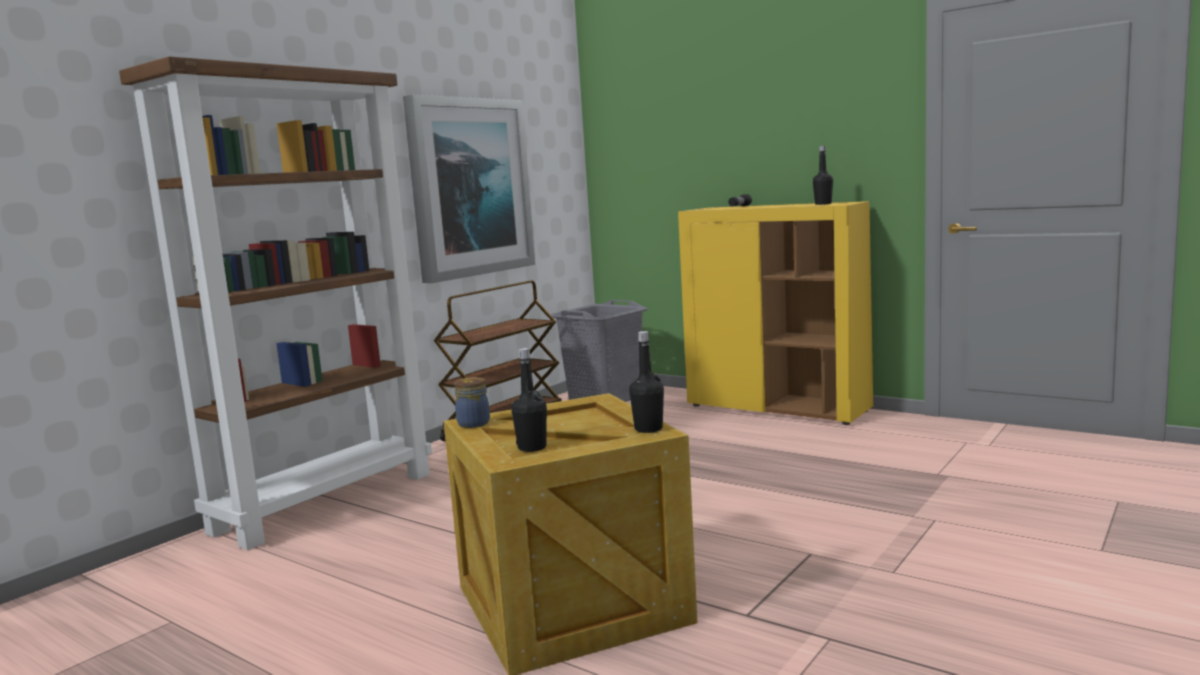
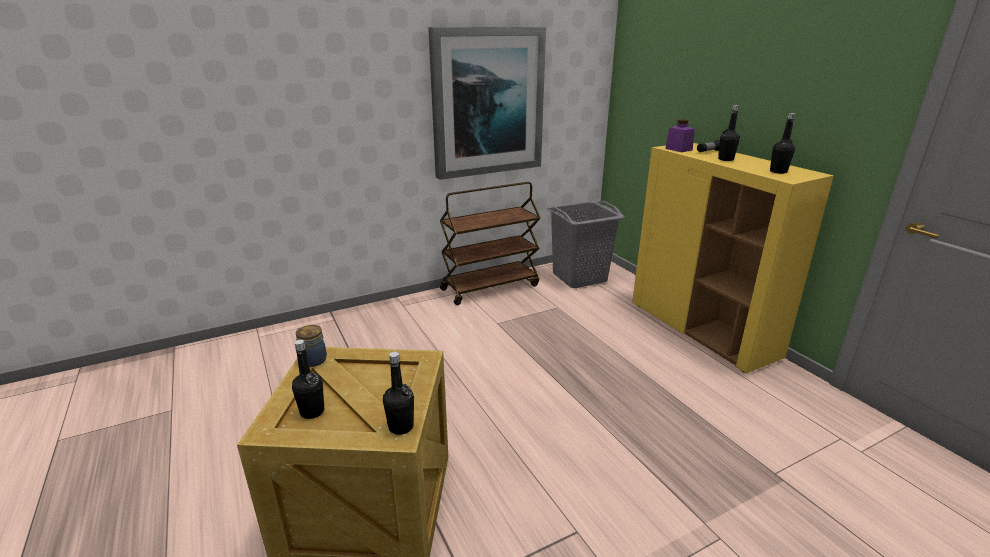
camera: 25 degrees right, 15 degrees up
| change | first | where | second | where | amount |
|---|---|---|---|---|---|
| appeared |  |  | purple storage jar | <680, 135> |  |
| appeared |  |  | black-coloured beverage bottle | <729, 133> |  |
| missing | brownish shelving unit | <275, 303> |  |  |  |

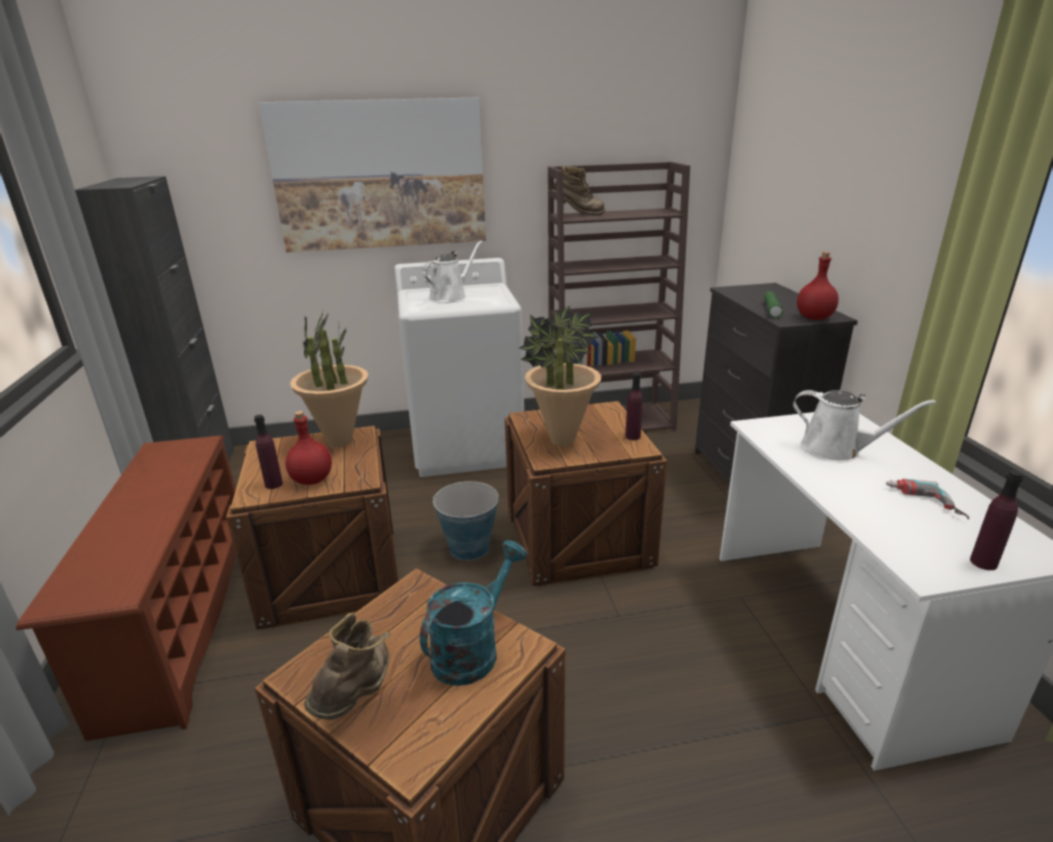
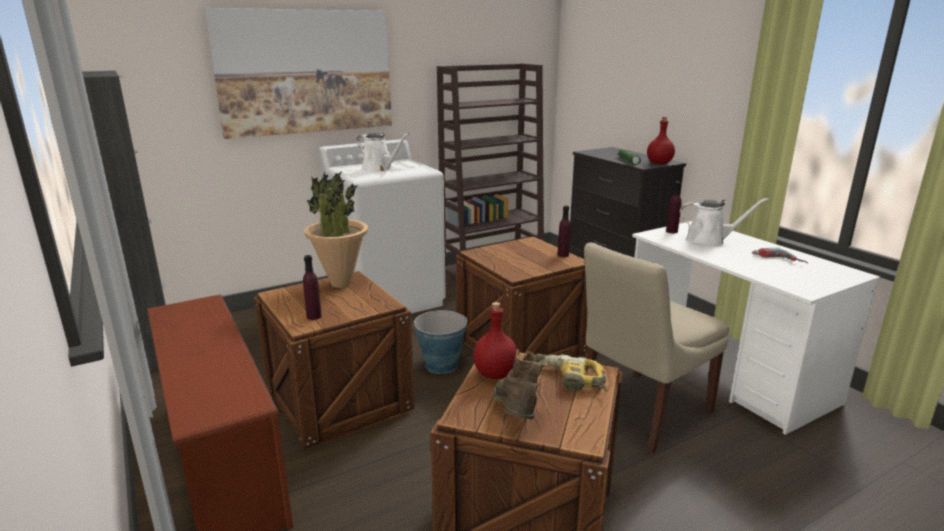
camera: 20 degrees left, 5 degrees down
| change | first | where | second | where | amount |
|---|---|---|---|---|---|
| spun | white watering pot | <452, 271> |  | <383, 152> | 105 degrees clockwise |
| relocated | red beverage bottle | <309, 448> |  | <495, 340> |  |
| exchanged | blue-green watering pot | <473, 613> | power drill | <571, 372> |  |
| appeared |  |  | sand-coloured upright chair | <656, 348> |  |
| relocated | purple beverage bottle | <996, 520> |  | <674, 207> |  |
| missing | potted plant | <560, 375> |  |  |  |
| missing | brownish high-top boot | <579, 191> |  |  |  |

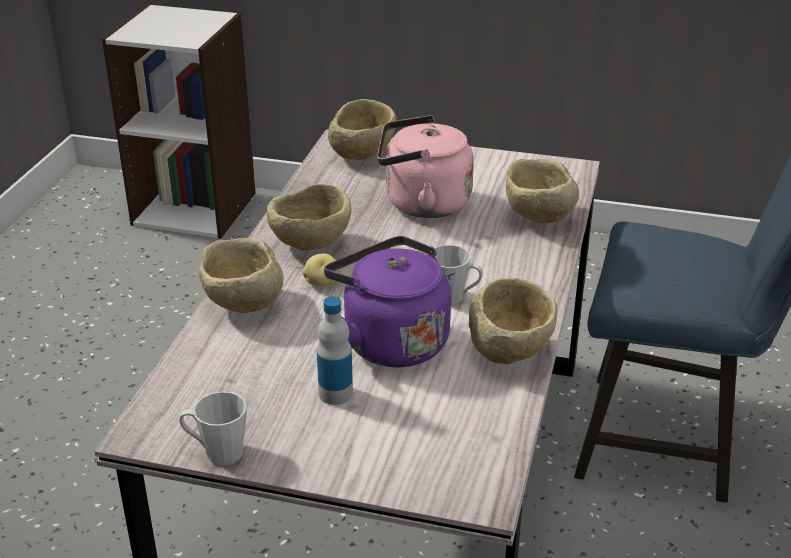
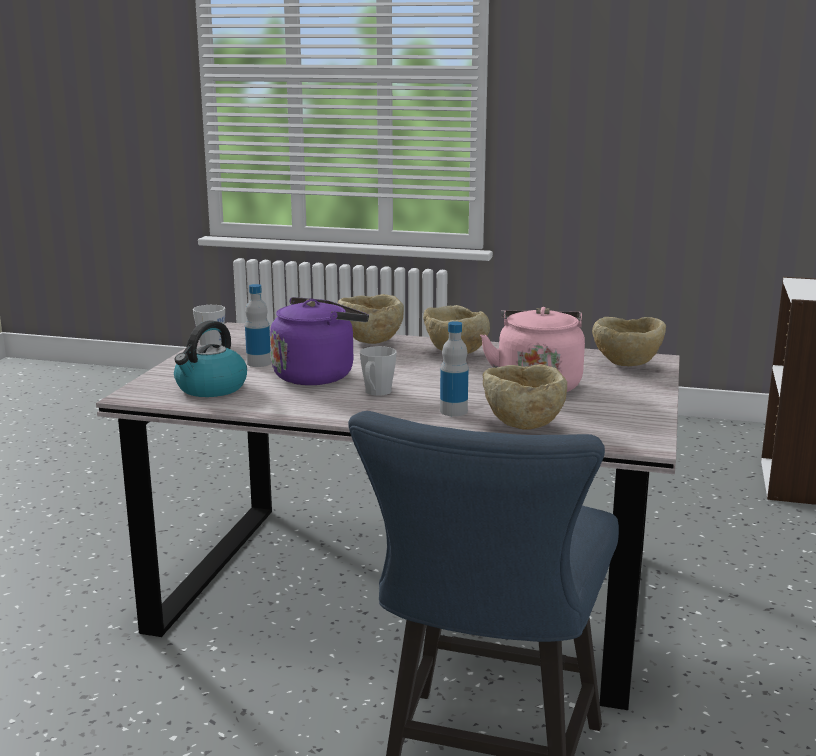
camera: 90 degrees right, 15 degrees down
| change | first | where | second | where | amount |
|---|---|---|---|---|---|
| appeared |  |  | kettle | <210, 359> |  |
| appeared |  |  | beverage bottle | <454, 368> |  |
| missing | spud | <322, 269> |  |  |  |
| missing | sand-coloured bowl | <513, 320> |  |  |  |

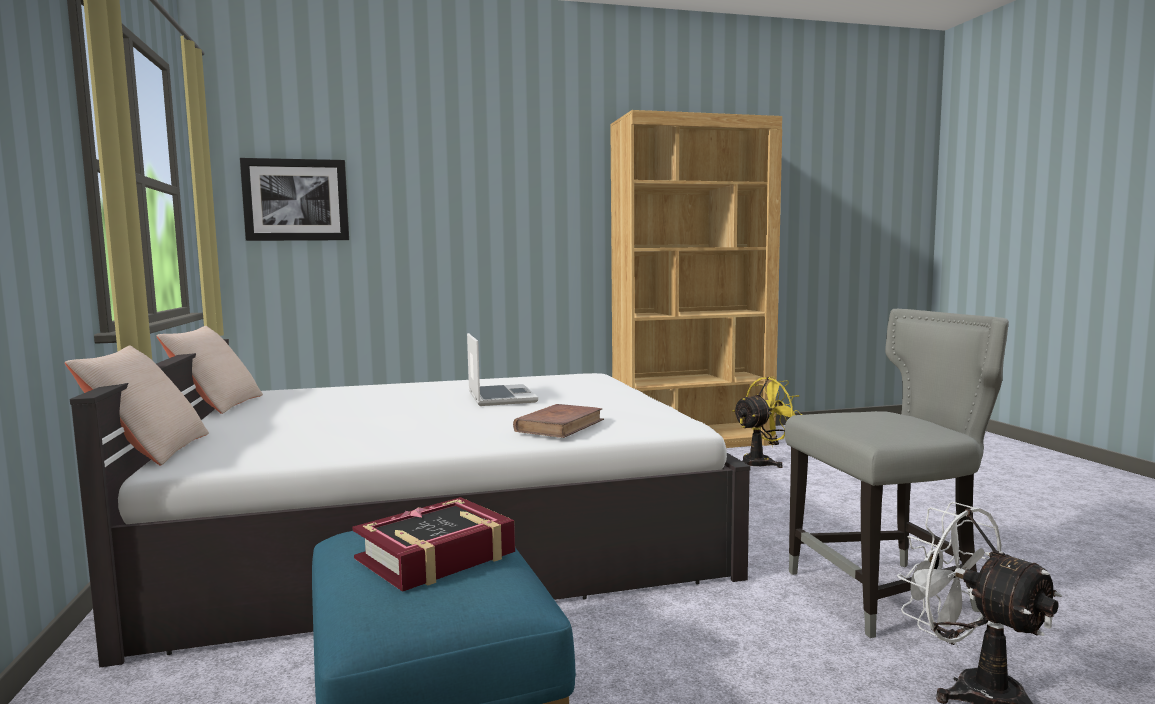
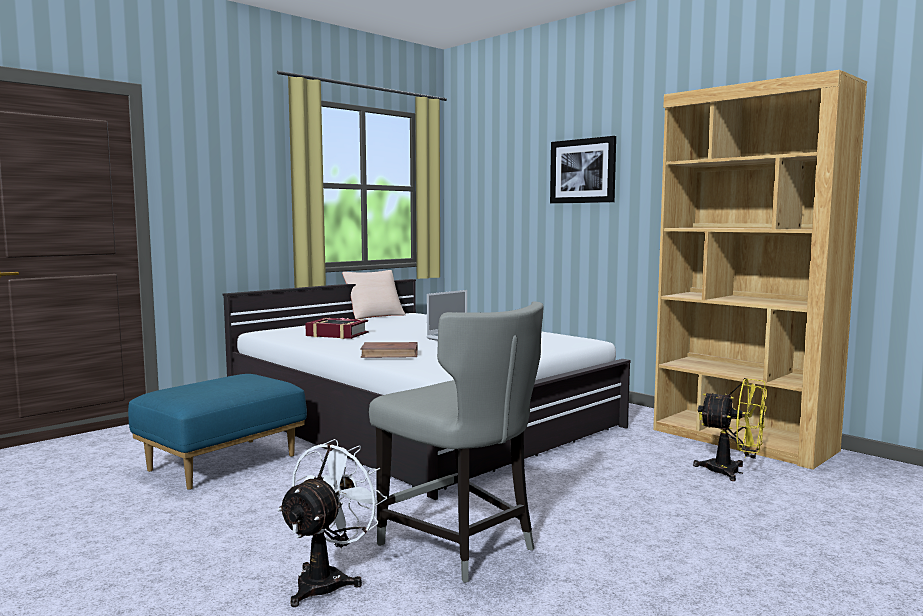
camera: 60 degrees right, 0 degrees up
| change | first | where | second | where | amount |
|---|---|---|---|---|---|
| relocated | bound book | <433, 544> |  | <337, 328> |  |
| relocated | wall picture | <294, 199> |  | <583, 170> |  |
| missing | sand-coloured pillow | <137, 405> |  |  |  |

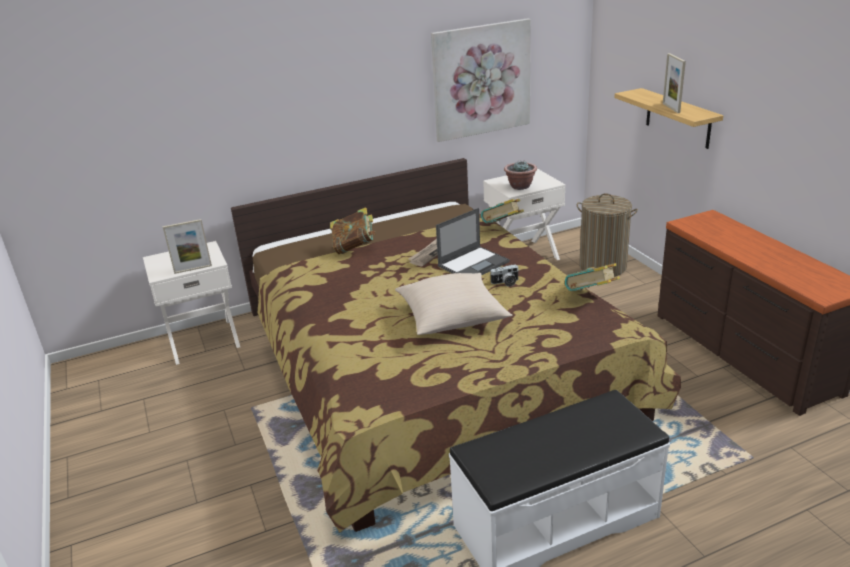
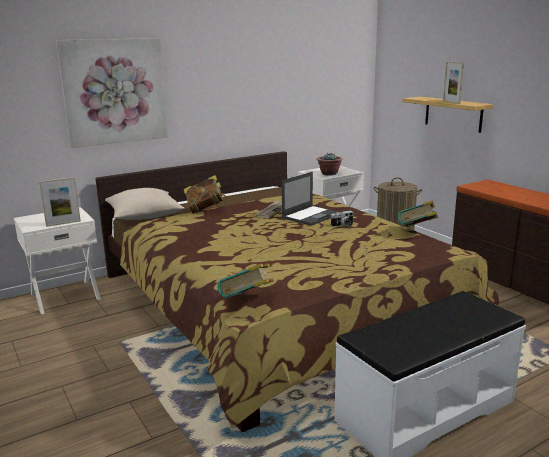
camera: 10 degrees left, 10 degrees down
| change | first | where | second | where | amount |
|---|---|---|---|---|---|
| relocated | wall picture | <481, 80> |  | <112, 93> |  |
| relocated | sand-coloured pillow | <454, 304> |  | <145, 204> |  |
| relocated | bound book | <502, 211> |  | <246, 281> |  |

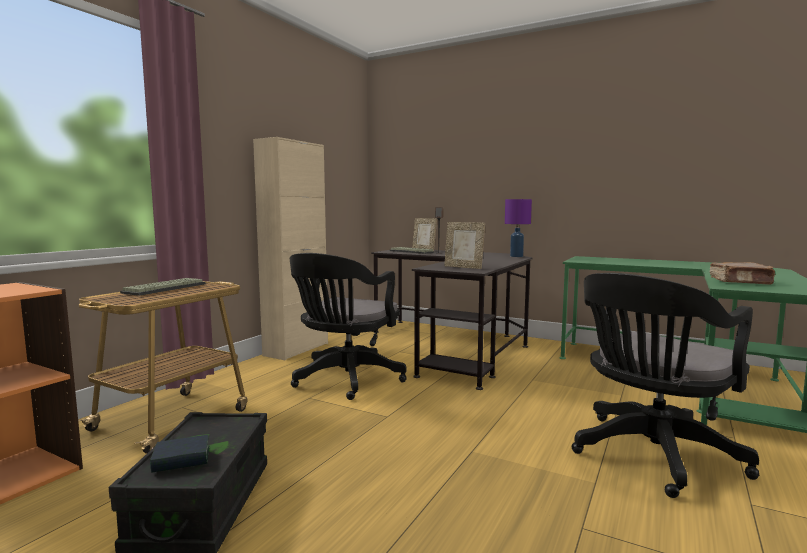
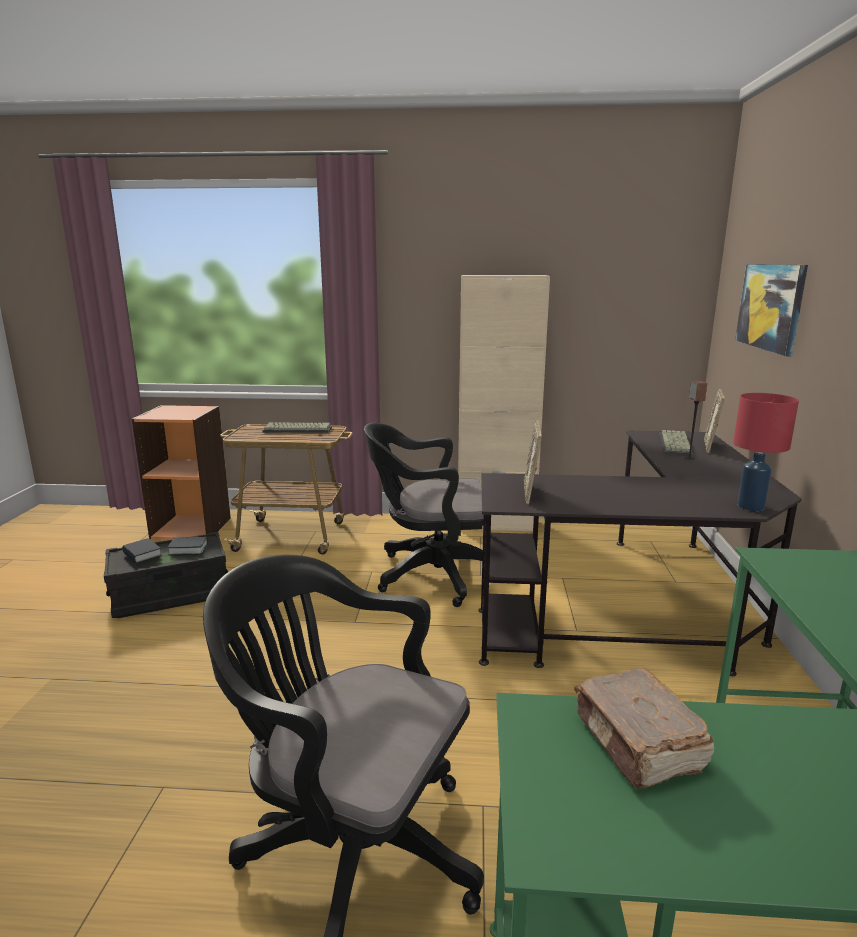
camera: 65 degrees right, 10 degrees up
| change | first | where | second | where | amount |
|---|---|---|---|---|---|
| appeared |  |  | bound book | <187, 546> |  |
| colour | purple lamp for a table | <518, 228> | red lamp for a table | <766, 452> |  |
| appeared |  |  | wall picture | <771, 310> |  |

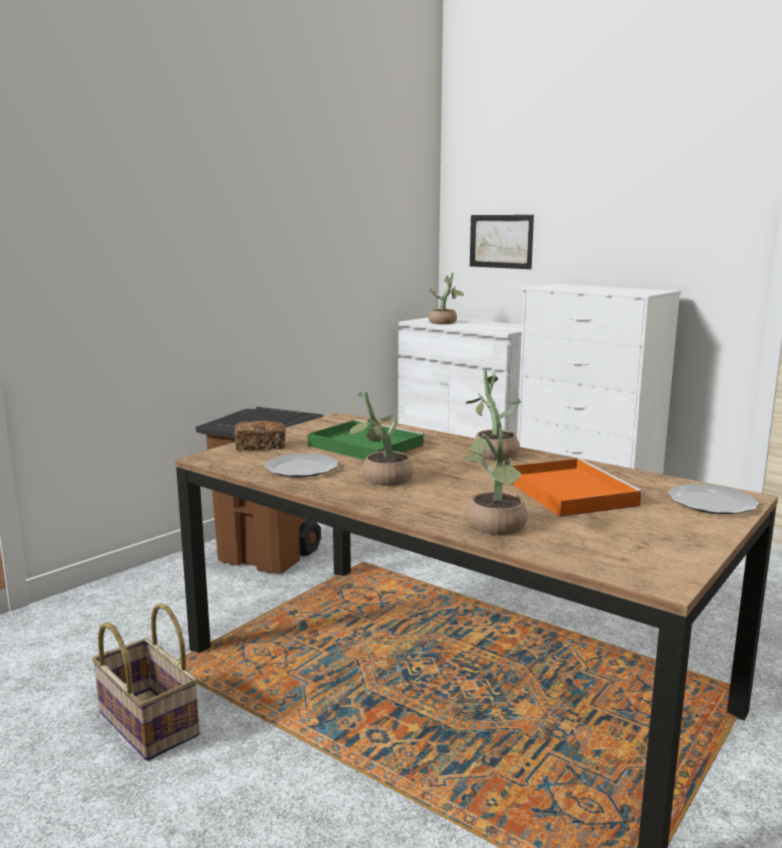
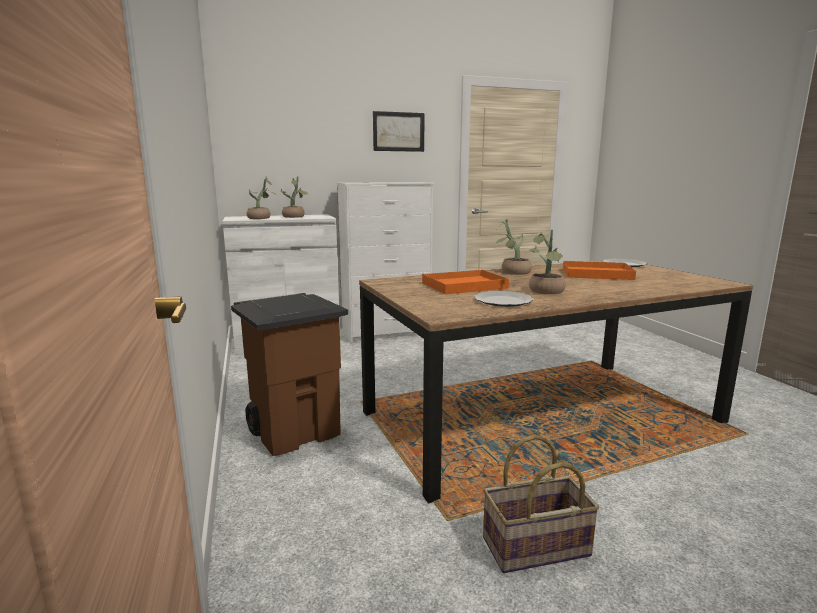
camera: 60 degrees left, 0 degrees up
| change | first | where | second | where | amount |
|---|---|---|---|---|---|
| relocated | potted plant | <496, 481> |  | <294, 197> |  |
| relocated | wall picture | <502, 242> |  | <399, 131> |  |
| colour | green serving tray | <366, 440> | orangey serving tray | <465, 282> |  |
| missing | baked bread | <260, 436> |  |  |  |

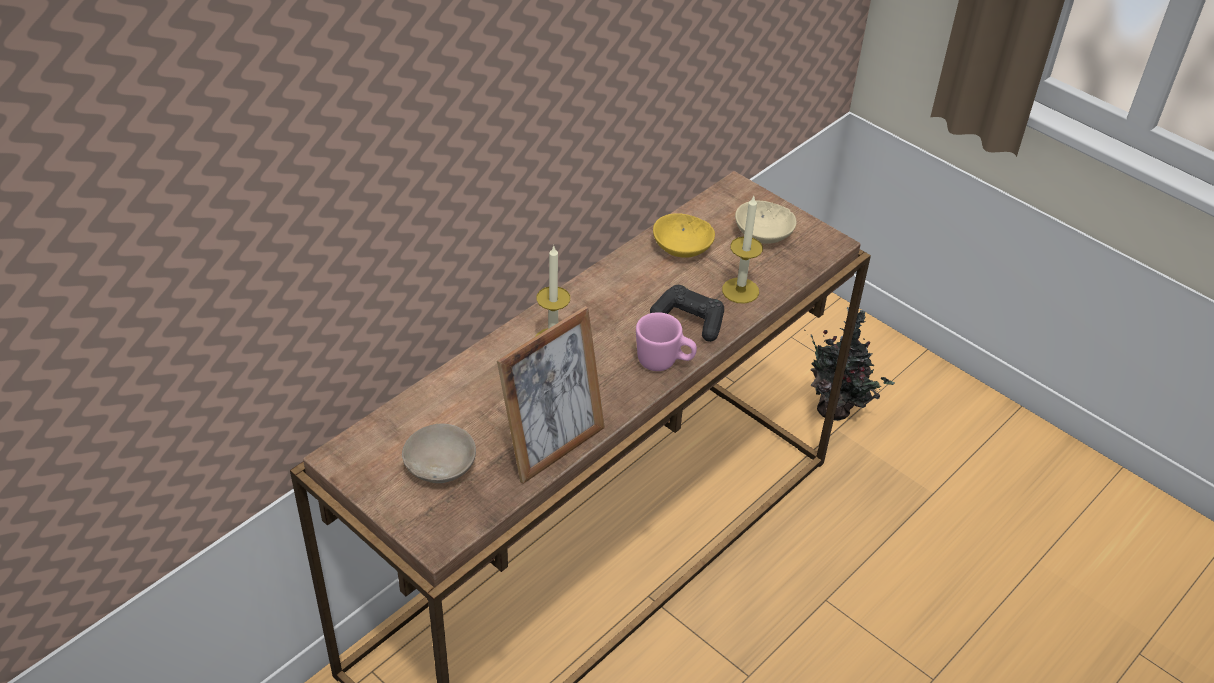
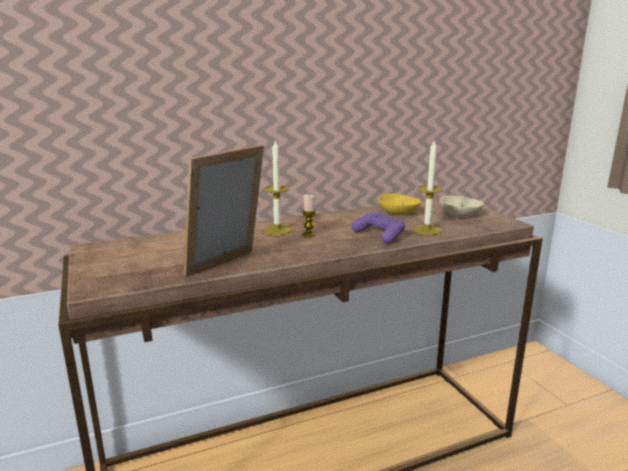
camera: 25 degrees right, 25 degrees down
| change | first | where | second | where | amount |
|---|---|---|---|---|---|
| spun | picture frame | <551, 395> |  | <224, 211> | 150 degrees clockwise |
| appeared |  |  | wax candle | <309, 215> |  |
| colour | black-coloured game controller | <687, 313> | purple game controller | <378, 228> |  |
| missing | sand-coloured bowl | <439, 453> |  |  |  |
| missing | pink-coloured mug | <666, 341> |  |  |  |
| missing | potted plant | <849, 364> |  |  |  |

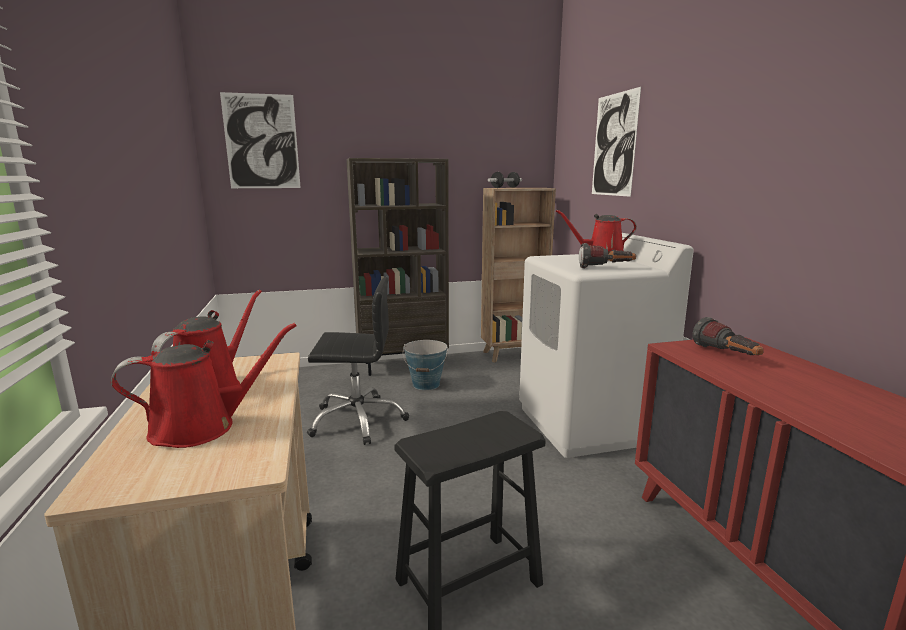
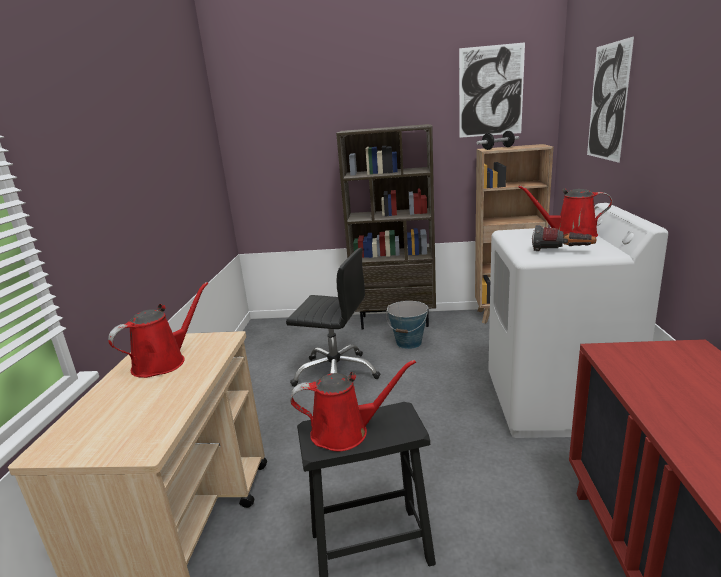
camera: 20 degrees right, 5 degrees up
| change | first | where | second | where | amount |
|---|---|---|---|---|---|
| relocated | red watering pot | <203, 385> |  | <353, 405> |  |
| relocated | wall picture | <260, 140> |  | <492, 90> |  |
| missing | flashlight | <728, 336> |  |  |  |

